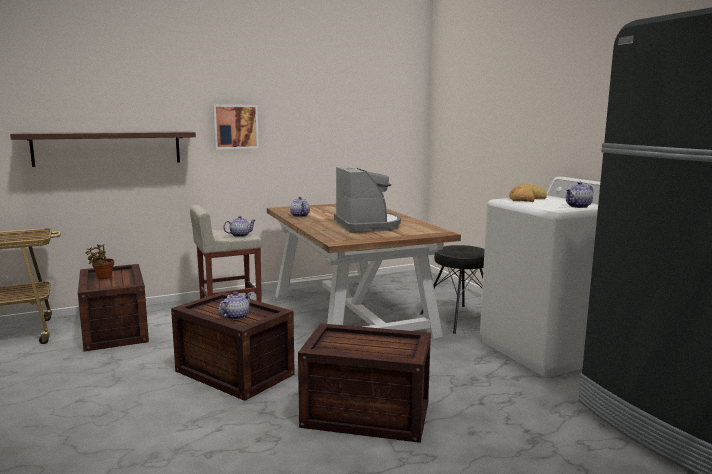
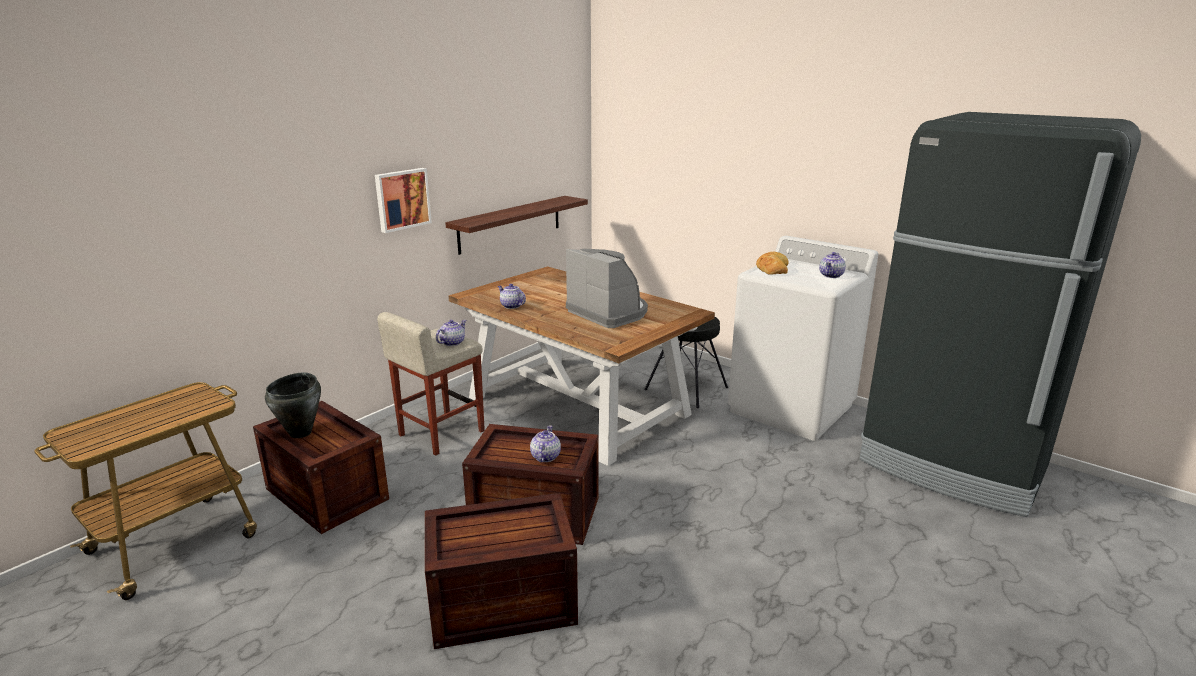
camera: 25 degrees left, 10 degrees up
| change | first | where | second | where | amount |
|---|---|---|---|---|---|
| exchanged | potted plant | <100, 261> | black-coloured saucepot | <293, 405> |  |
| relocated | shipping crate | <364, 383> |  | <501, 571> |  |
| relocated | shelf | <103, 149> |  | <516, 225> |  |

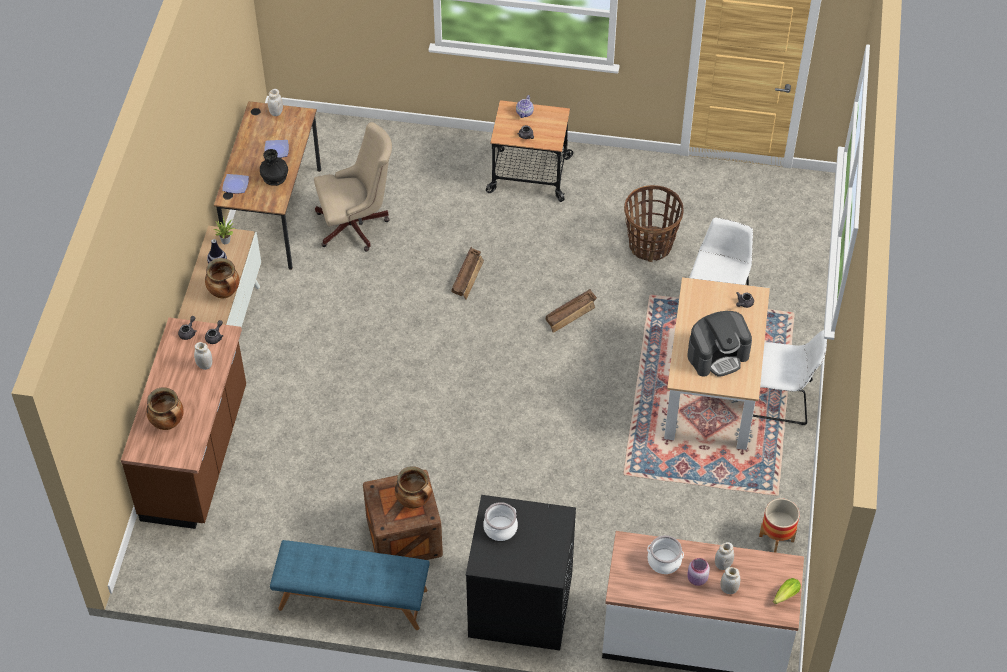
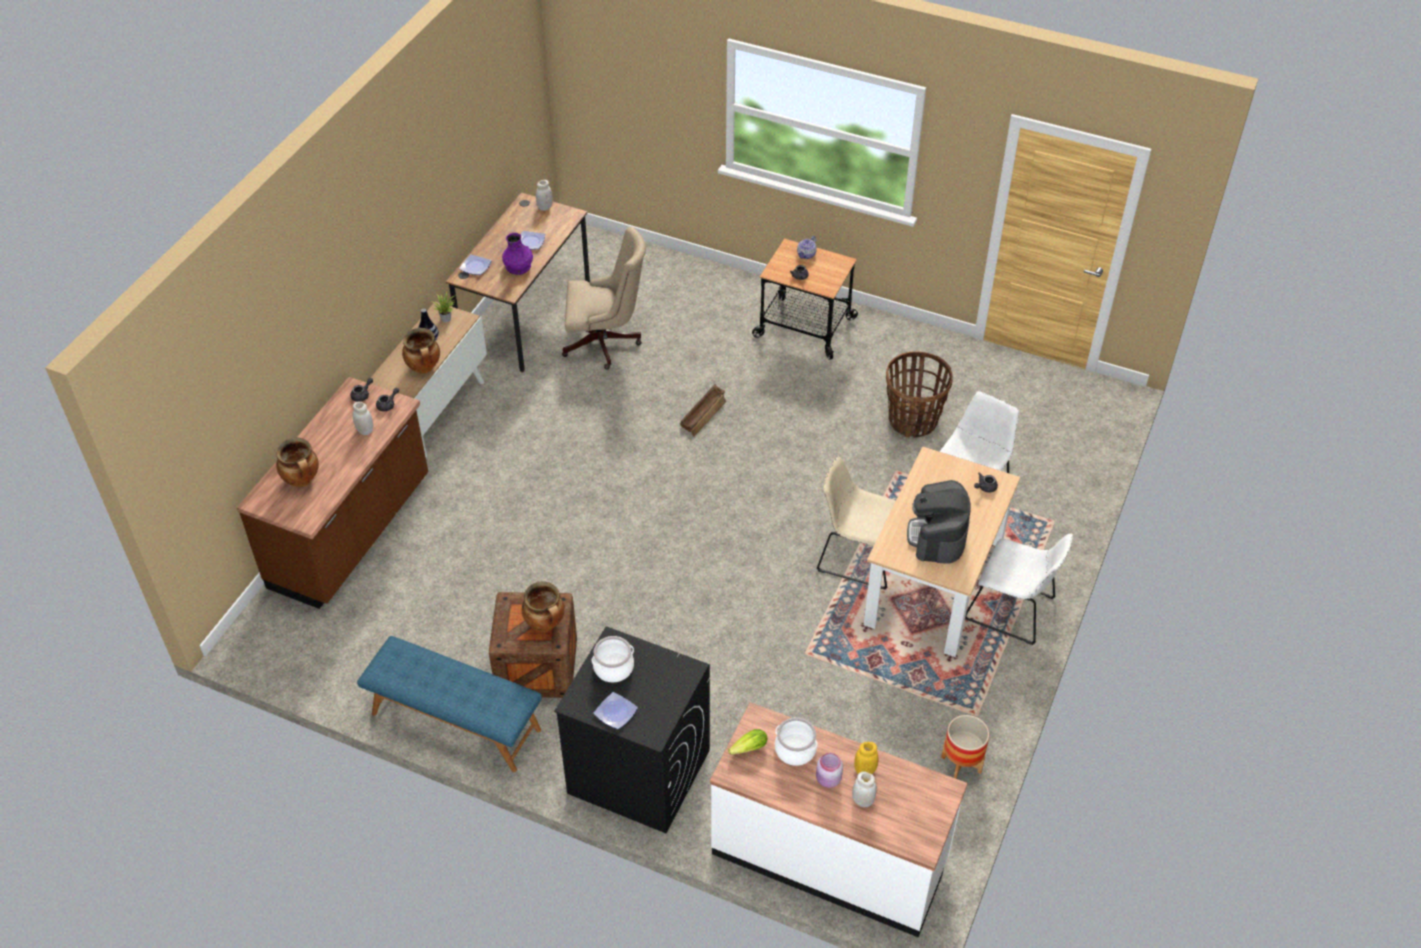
camera: 15 degrees right, 5 degrees down
| change | first | where | second | where | amount |
|---|---|---|---|---|---|
| colour | black-coloured flower vase | <274, 167> | purple flower vase | <517, 254> |  |
| appeared |  |  | flat dish | <616, 710> |  |
| relocated | head of lettuce | <787, 591> |  | <747, 742> |  |
| appeared |  |  | sand-coloured upright chair | <856, 523> |  |
| colour | white storage jar | <724, 556> | yellow storage jar | <866, 758> |  |
| spun | coffee machine | <719, 344> |  | <938, 522> | 105 degrees clockwise |
| missing | shipping crate | <571, 311> |  |  |  |

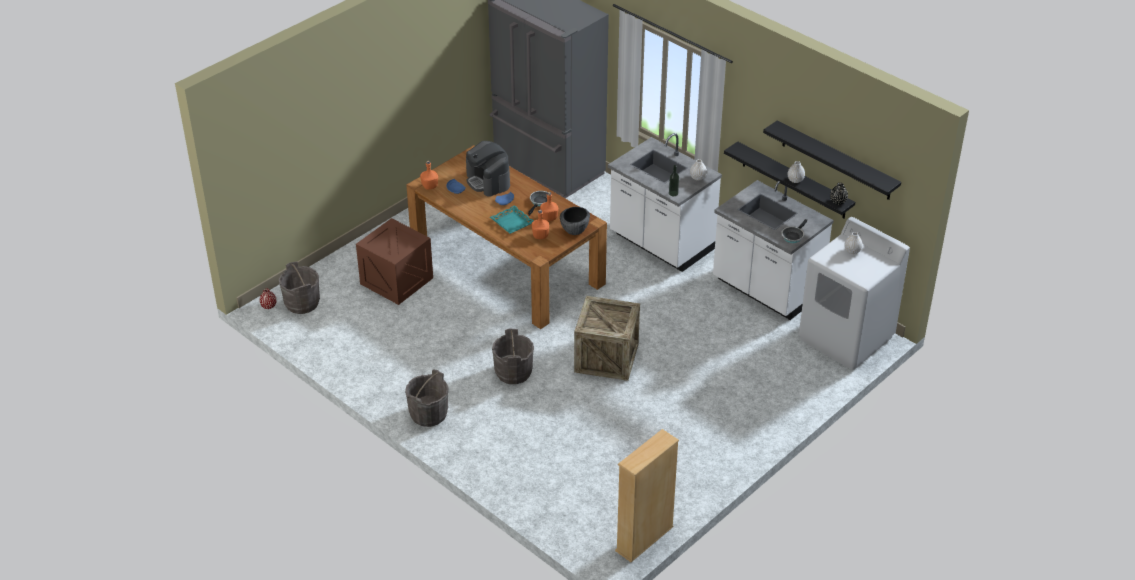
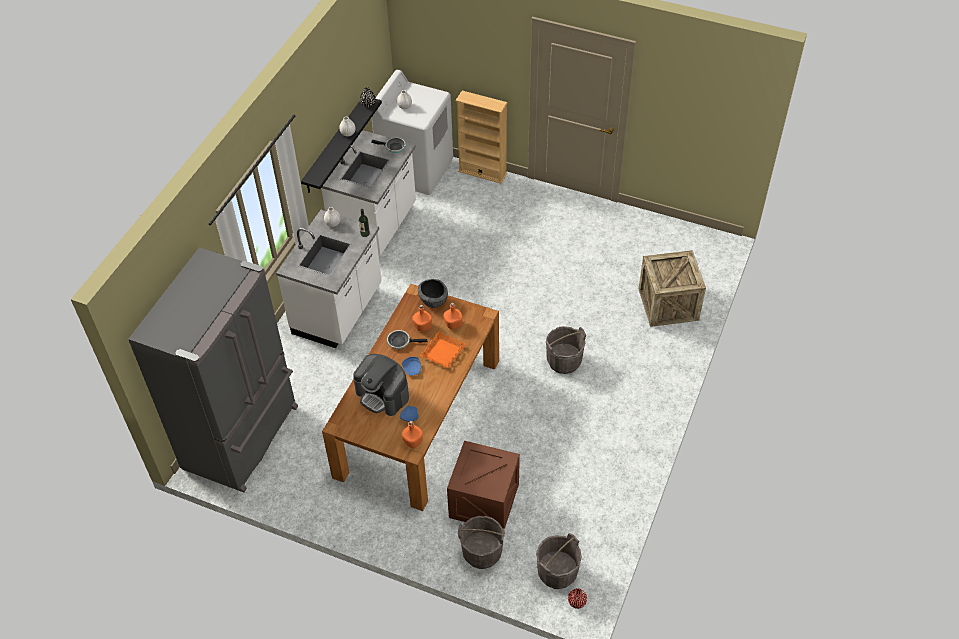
camera: 110 degrees left, 10 degrees up
| change | first | where | second | where | amount |
|---|---|---|---|---|---|
| spun | coffee machine | <488, 169> |  | <381, 385> | 90 degrees clockwise |
| colour | blue-green serving tray | <512, 219> | orangey serving tray | <443, 350> |  |
| relocated | sand-coloured shelving unit | <647, 495> |  | <482, 137> |  |
| relocated | grey water bucket | <427, 398> |  | <481, 542> |  |
| relocated | shipping crate | <607, 338> |  | <672, 288> |  |
| missing | black-coloured shelf | <832, 160> |  |  |  |

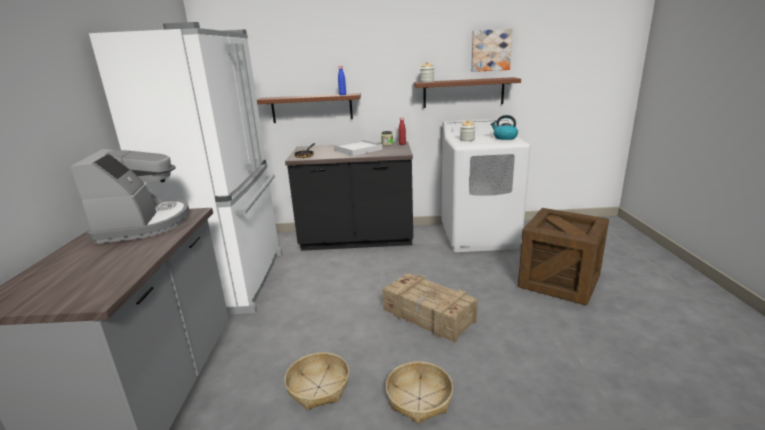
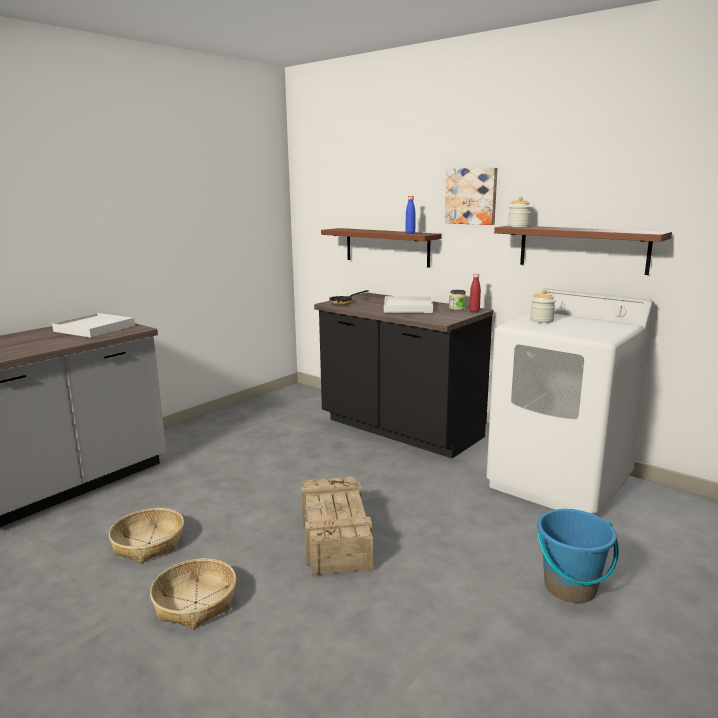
camera: 40 degrees right, 5 degrees down
| change | first | where | second | where | amount |
|---|---|---|---|---|---|
| exchanged | coffee machine | <129, 196> | white serving tray | <93, 325> |  |
| relocated | wall picture | <492, 50> |  | <471, 196> |  |
| exchanged | shipping crate | <563, 256> | bluish water bucket | <578, 556> |  |
| missing | white refrigerator | <185, 168> |  |  |  |
| missing | kettle | <504, 127> |  |  |  |

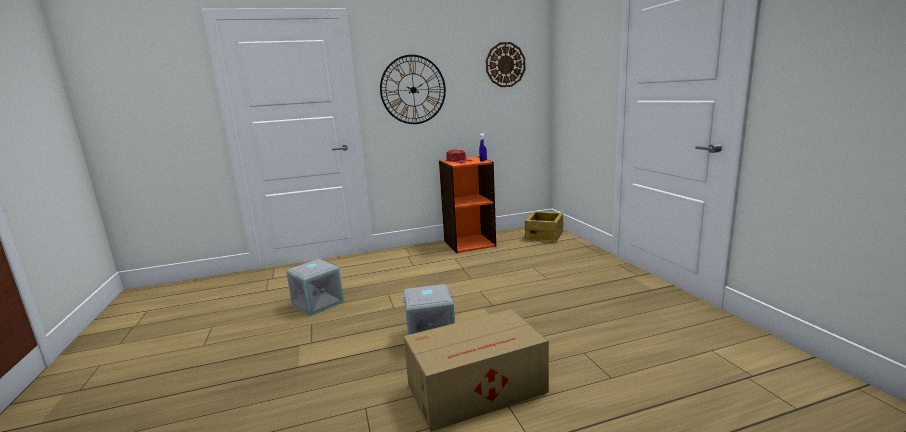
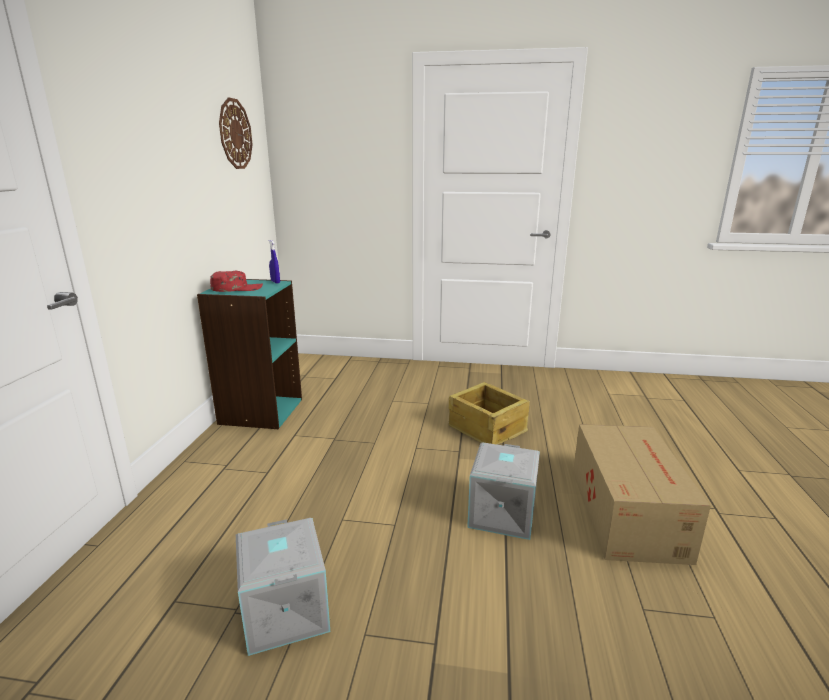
camera: 65 degrees left, 5 degrees up
| change | first | where | second | where | amount |
|---|---|---|---|---|---|
| colour | orangey shelving unit | <467, 205> | blue-green shelving unit | <249, 354> |  |
| relocated | shipping crate | <544, 227> |  | <489, 413> |  |
| missing | hanging clock | <413, 89> |  |  |  |

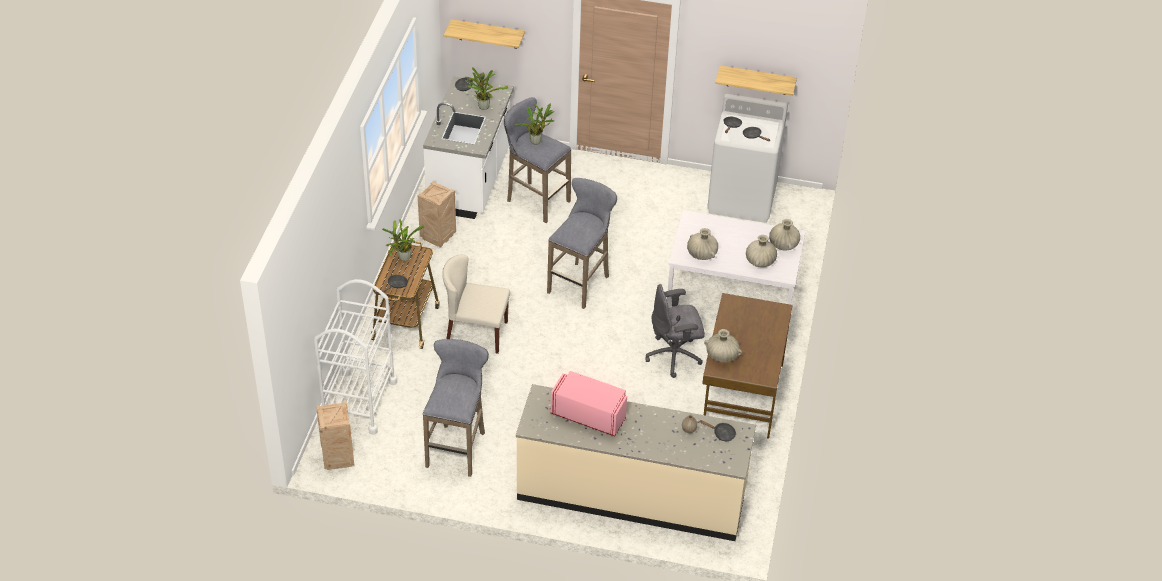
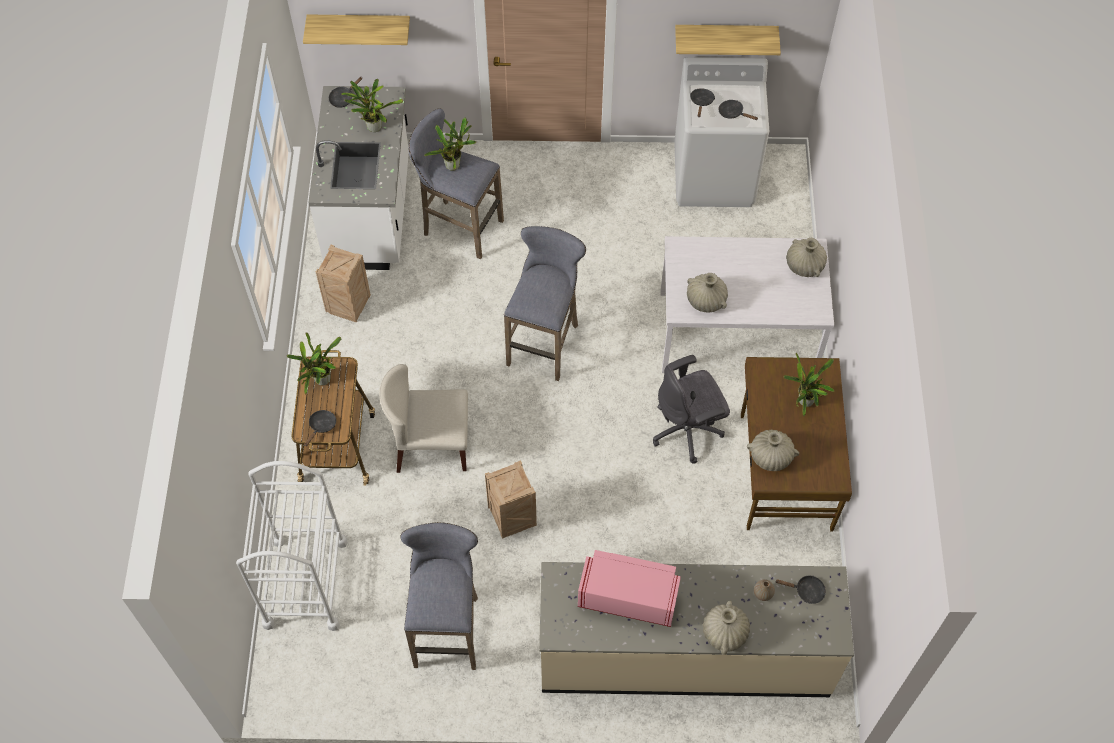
camera: 10 degrees left, 15 degrees up
| change | first | where | second | where | amount |
|---|---|---|---|---|---|
| relocated | shipping crate | <335, 436> |  | <511, 499> |  |
| relocated | sand-coloured flower vase | <761, 251> |  | <726, 628> |  |
| appeared |  |  | potted plant | <809, 384> |  |

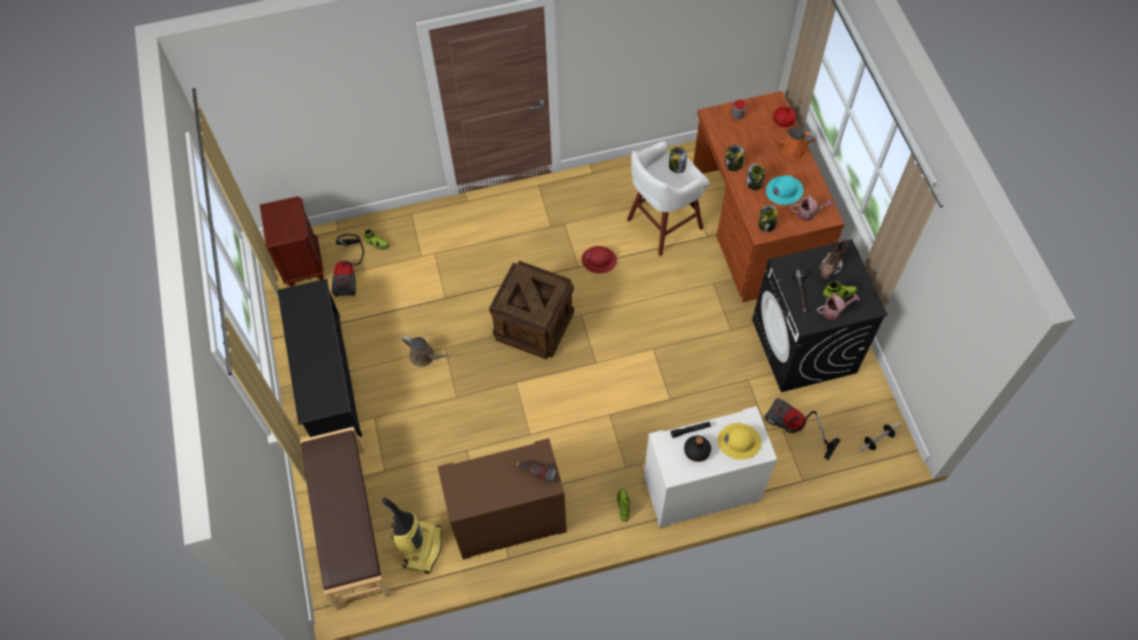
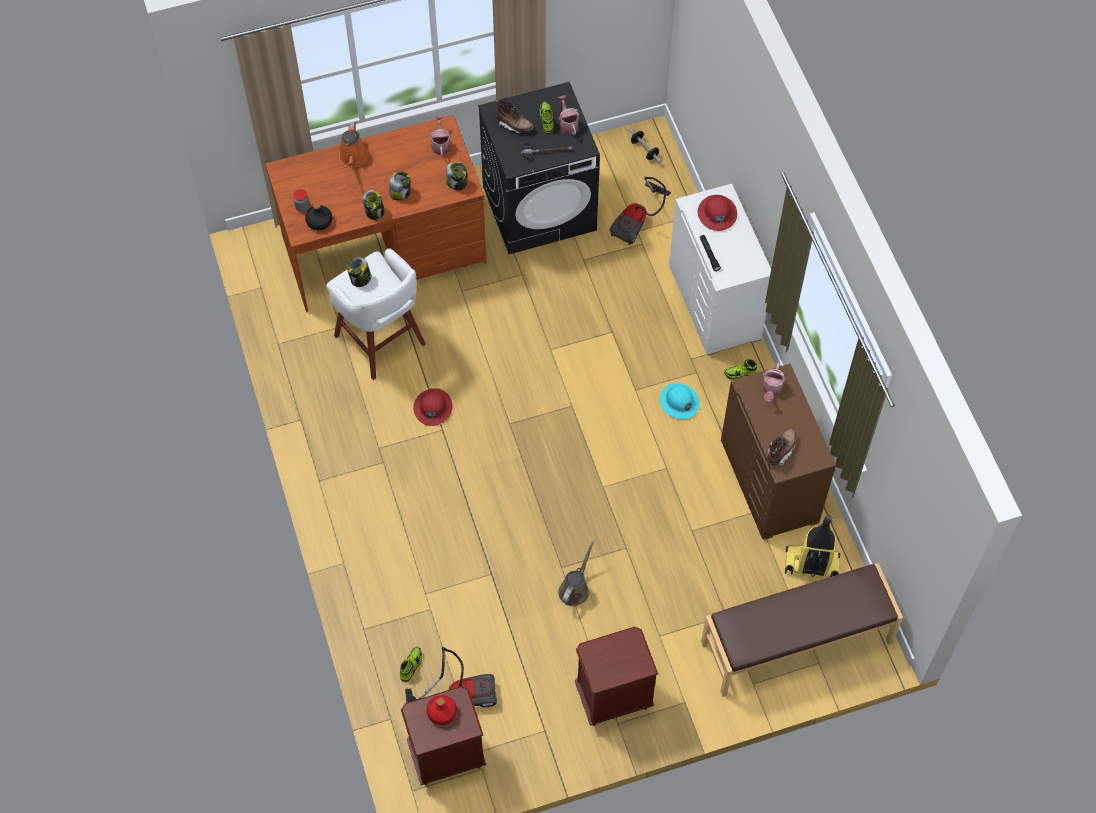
camera: 95 degrees left, 0 degrees up
| change | first | where | second | where | amount |
|---|---|---|---|---|---|
| relocated | black-coloured beverage bottle | <697, 449> |  | <318, 216> |  |
| relocated | red beverage bottle | <784, 114> |  | <442, 710> |  |
| exchanged | black-coloured shoe shelf | <319, 358> | brownish night table | <616, 676> |  |
| relocated | blue-green hard hat | <785, 190> |  | <680, 401> |  |
| colour | yellow hard hat | <739, 441> | red hard hat | <717, 213> |  |
| exchanged | flashlight | <536, 472> | watering pot | <774, 382> |  |
| appeared |  |  | brownish high-top boot | <781, 447> |  |
| missing | shipping crate | <531, 310> |  |  |  |

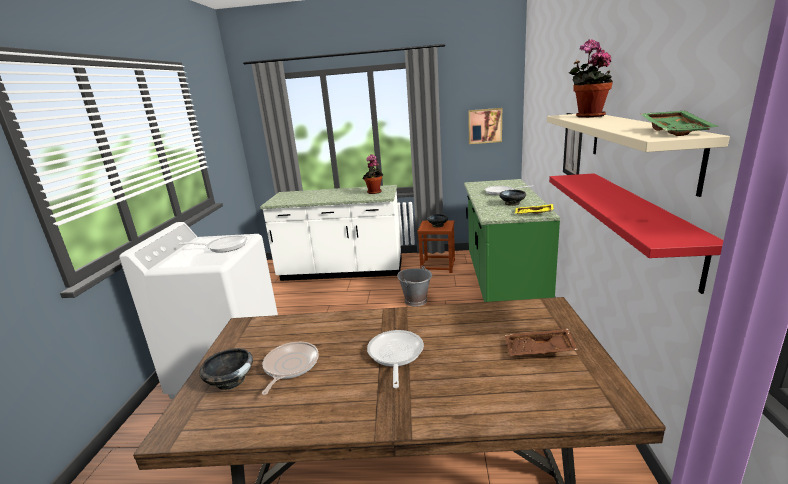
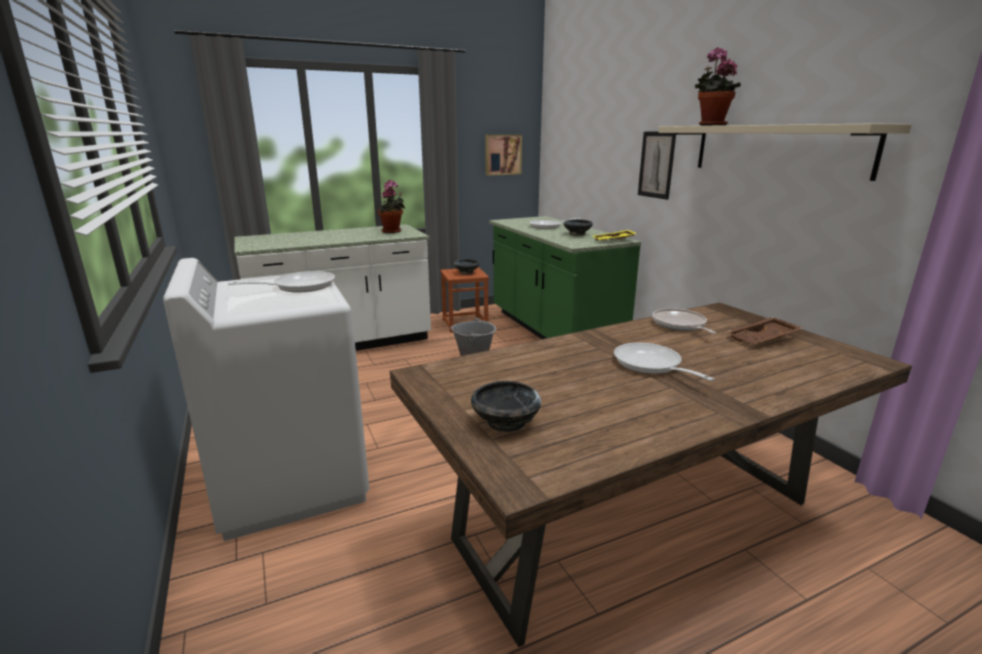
camera: 30 degrees left, 0 degrees up
| change | first | where | second | where | amount |
|---|---|---|---|---|---|
| relocated | skillet | <290, 368> |  | <684, 321> |  |
| missing | red shelf | <636, 233> |  |  |  |
| missing | green serving tray | <680, 123> |  |  |  |

